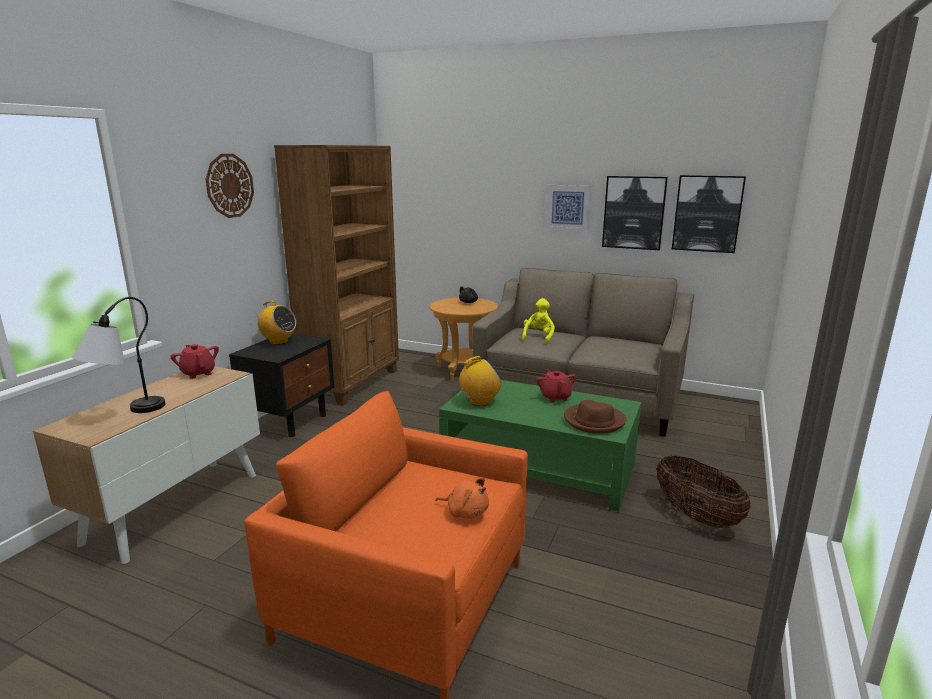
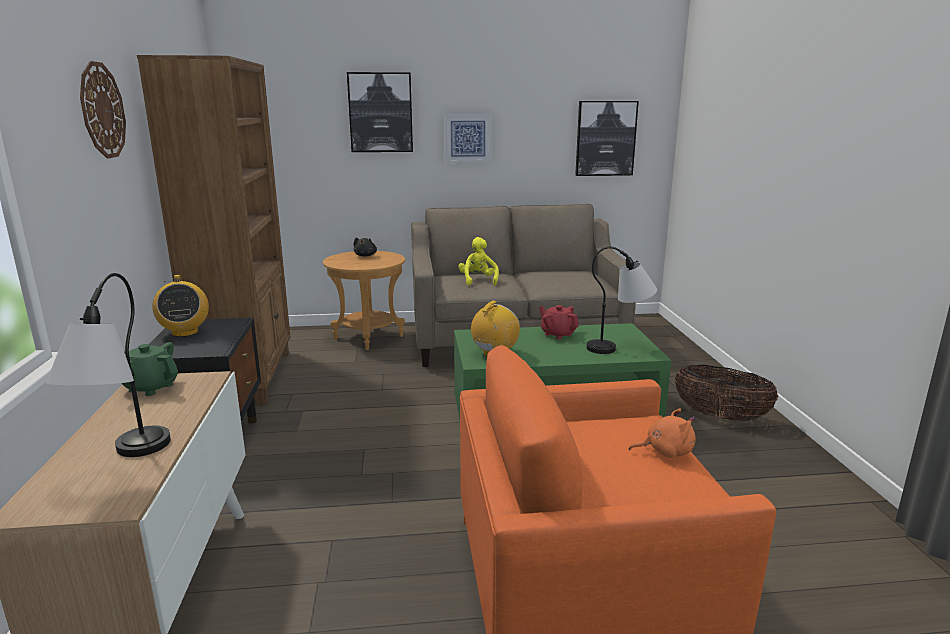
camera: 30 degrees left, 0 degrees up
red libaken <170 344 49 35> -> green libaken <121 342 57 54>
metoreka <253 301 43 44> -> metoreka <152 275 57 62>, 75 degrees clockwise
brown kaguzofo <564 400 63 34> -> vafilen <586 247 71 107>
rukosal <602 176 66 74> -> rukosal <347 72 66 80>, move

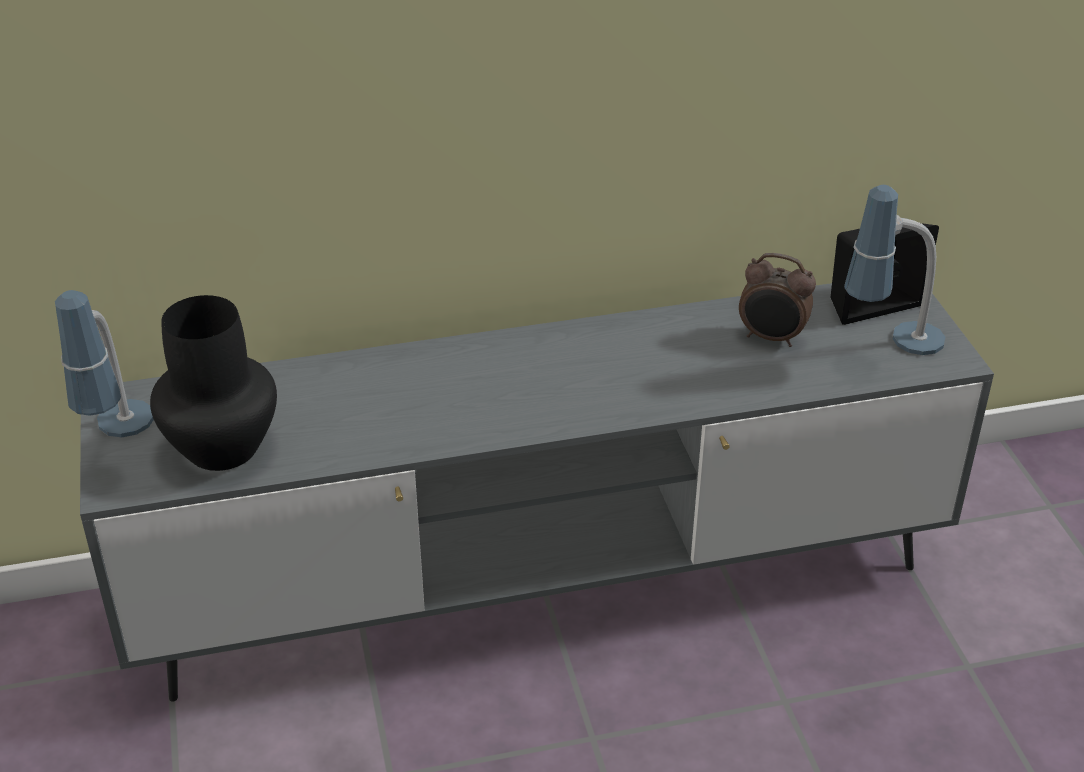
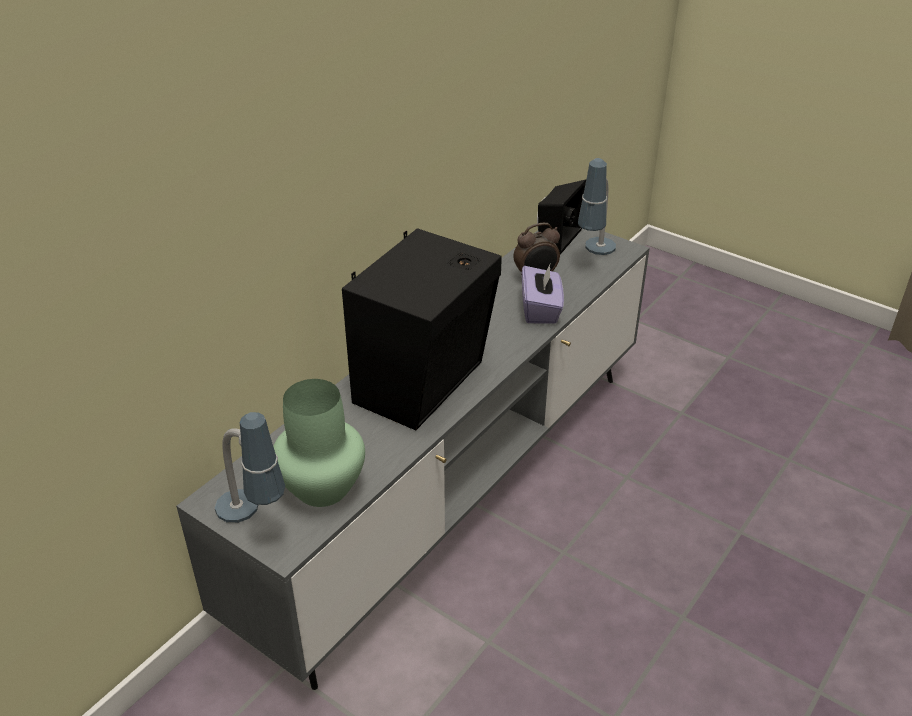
camera: 40 degrees left, 0 degrees up
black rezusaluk <150 295 127 176> -> green rezusaluk <273 379 92 128>
none -> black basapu <342 228 160 202>
none -> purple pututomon <522 265 42 59>

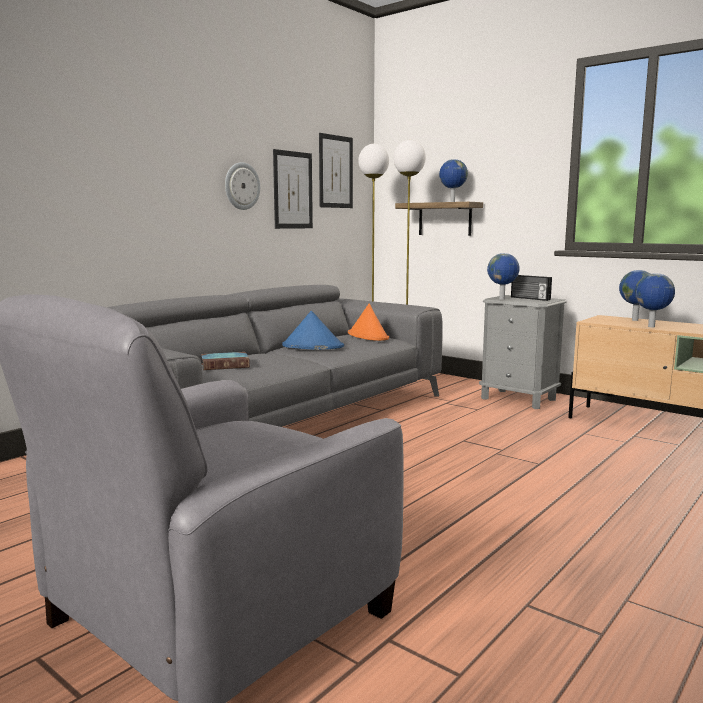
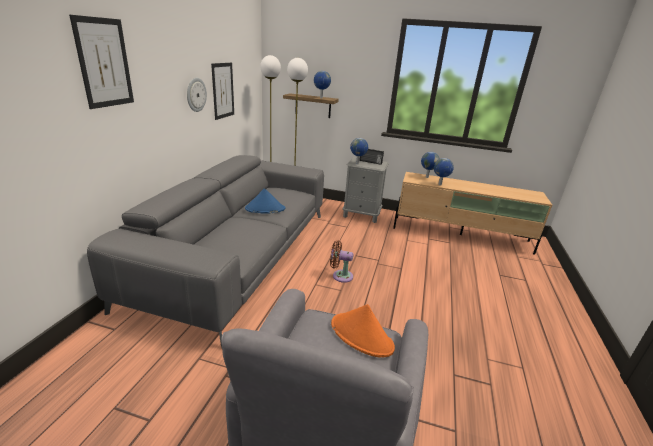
camera: 25 degrees left, 15 degrees up
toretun <201 352 49 18> -> none
rukosal <319 133 34 75> -> rukosal <69 15 65 94>, move
orange kaguzofo <348 303 41 38> -> orange kaguzofo <331 304 64 54>, move
none -> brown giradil <330 241 24 42>

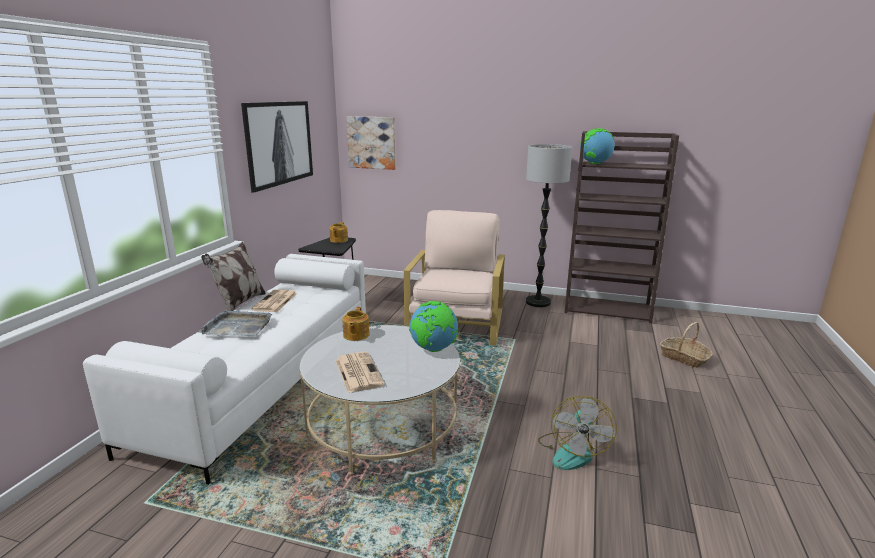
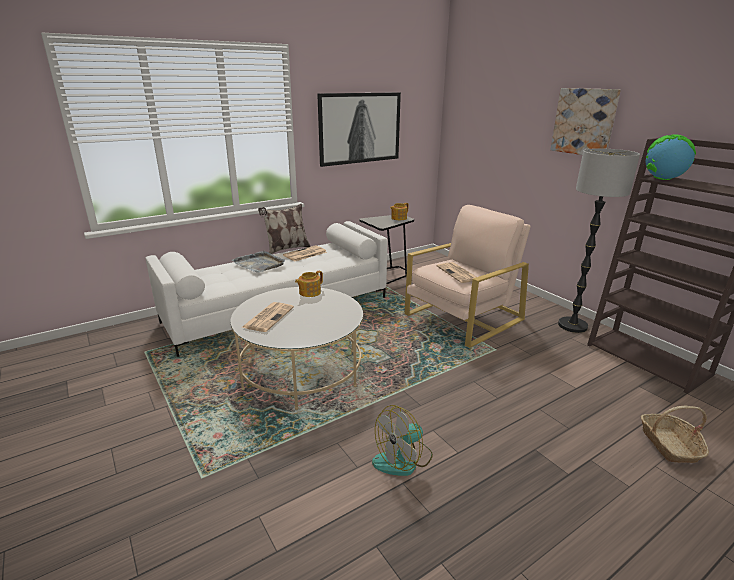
camera: 40 degrees right, 5 degrees up
rukosal <346 116 50 54> -> rukosal <550 88 71 67>, move
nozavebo <409 301 50 51> -> none
none -> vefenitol <437 262 39 21>

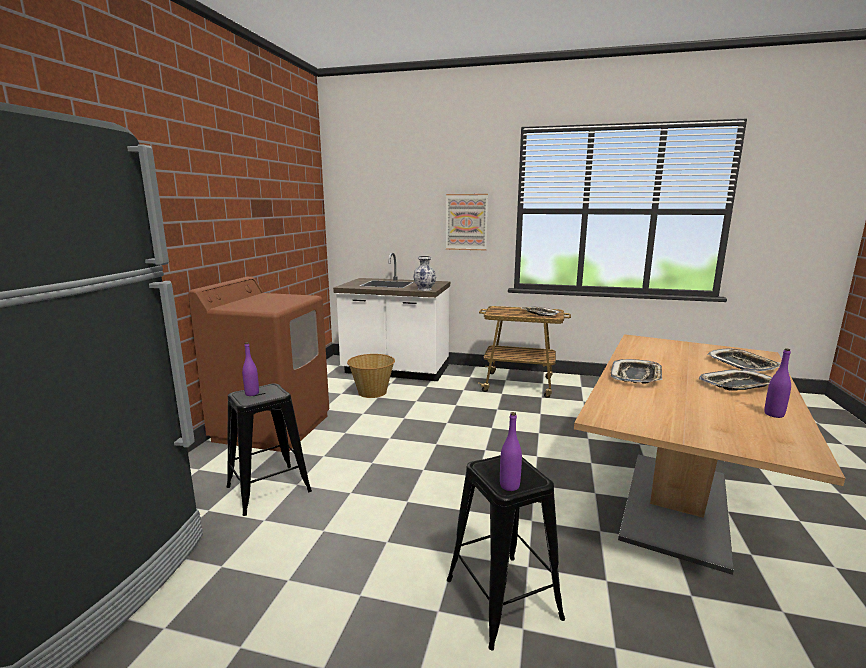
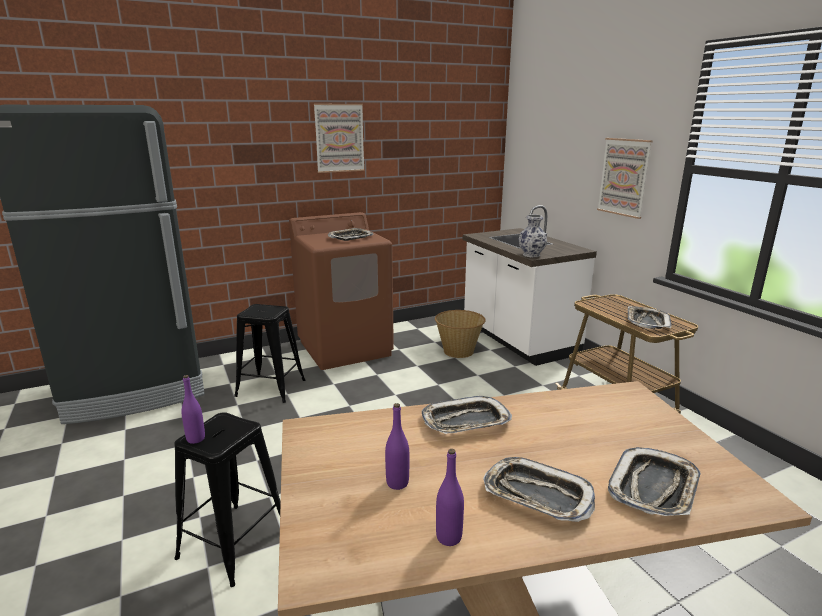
camera: 50 degrees right, 5 degrees up
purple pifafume <242 342 17 54> -> purple pifafume <385 403 24 87>, move
none -> rukosal <314 104 51 69>
none -> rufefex <328 228 45 13>

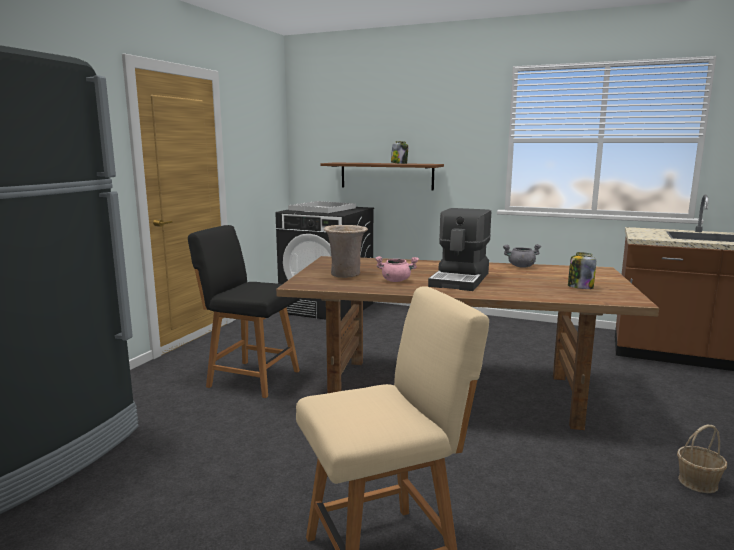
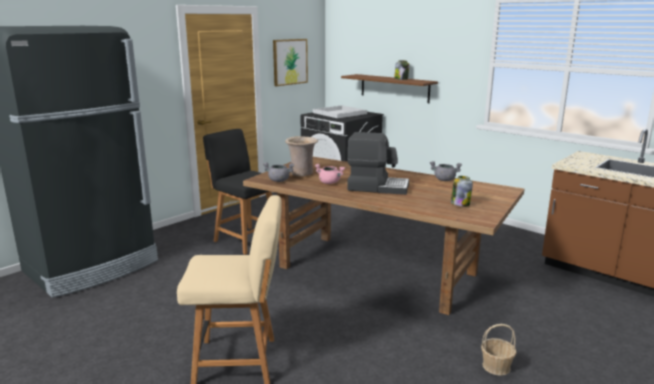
camera: 20 degrees right, 5 degrees up
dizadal <428 208 63 83> -> dizadal <347 132 62 63>, 120 degrees counterclockwise
none -> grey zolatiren <263 162 31 20>
none -> rukosal <273 39 35 47>

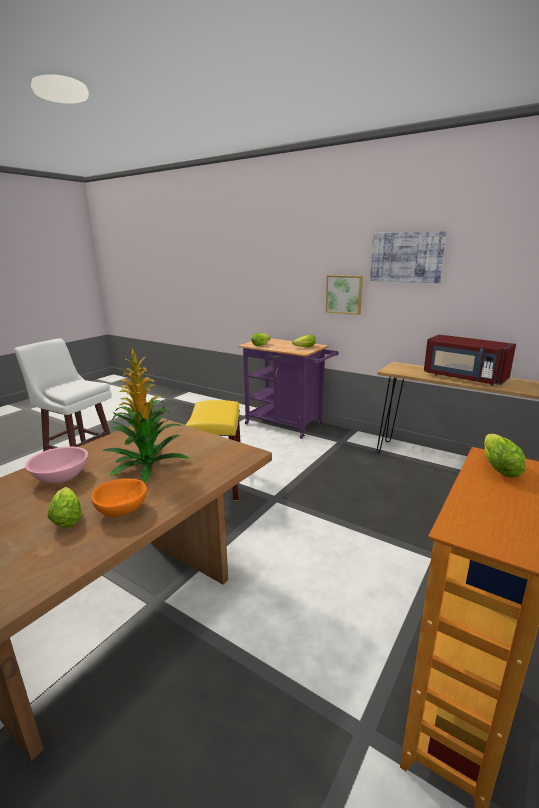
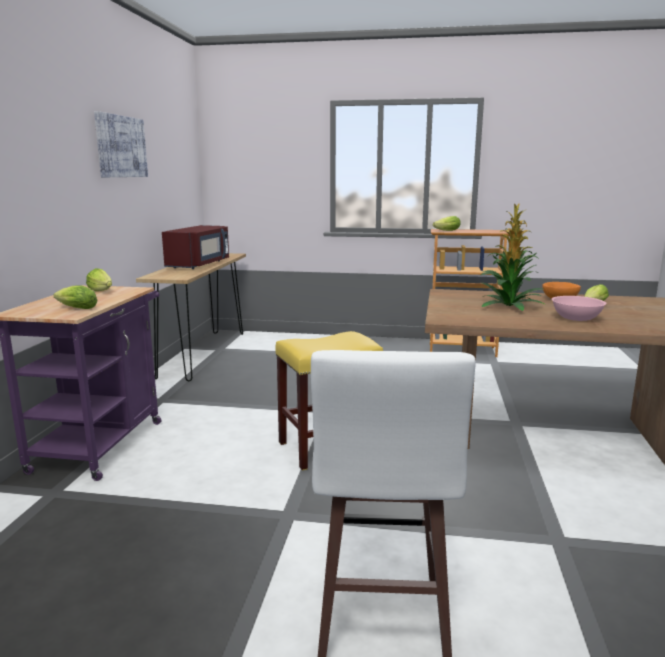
camera: 115 degrees left, 5 degrees down
rukosal <326 275 37 40> -> none

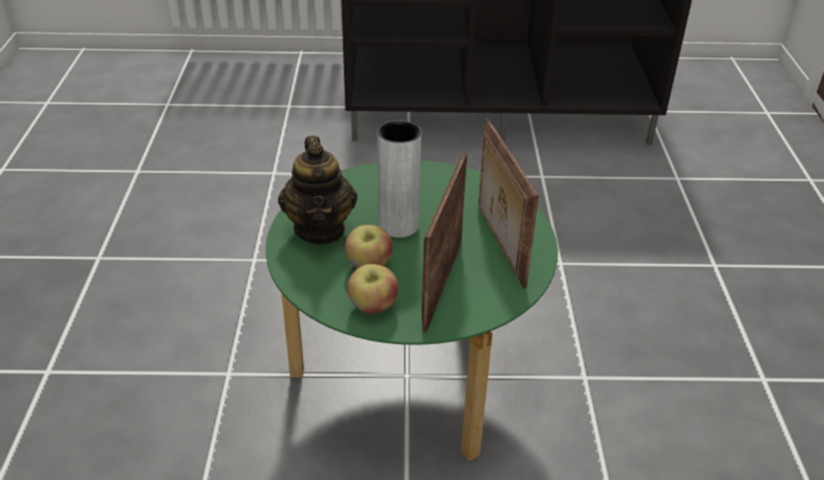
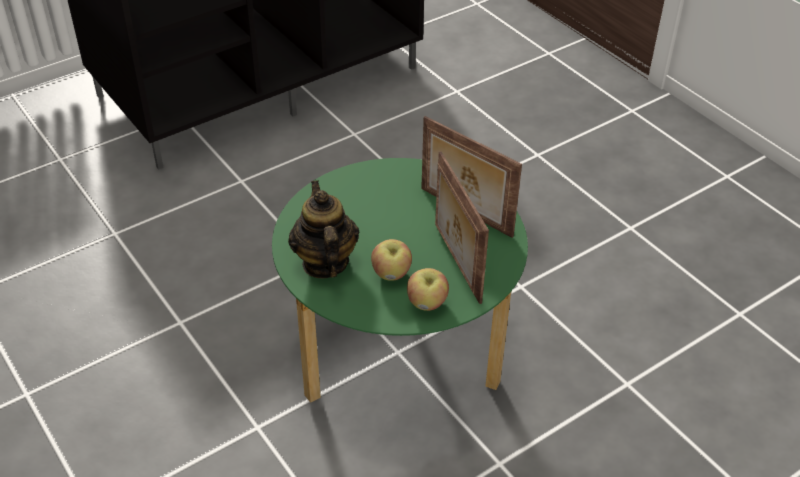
camera: 35 degrees left, 5 degrees up
libaken <278 136 79 109> -> libaken <288 180 71 98>, 150 degrees counterclockwise
grey rezusaluk <377 120 45 118> -> none

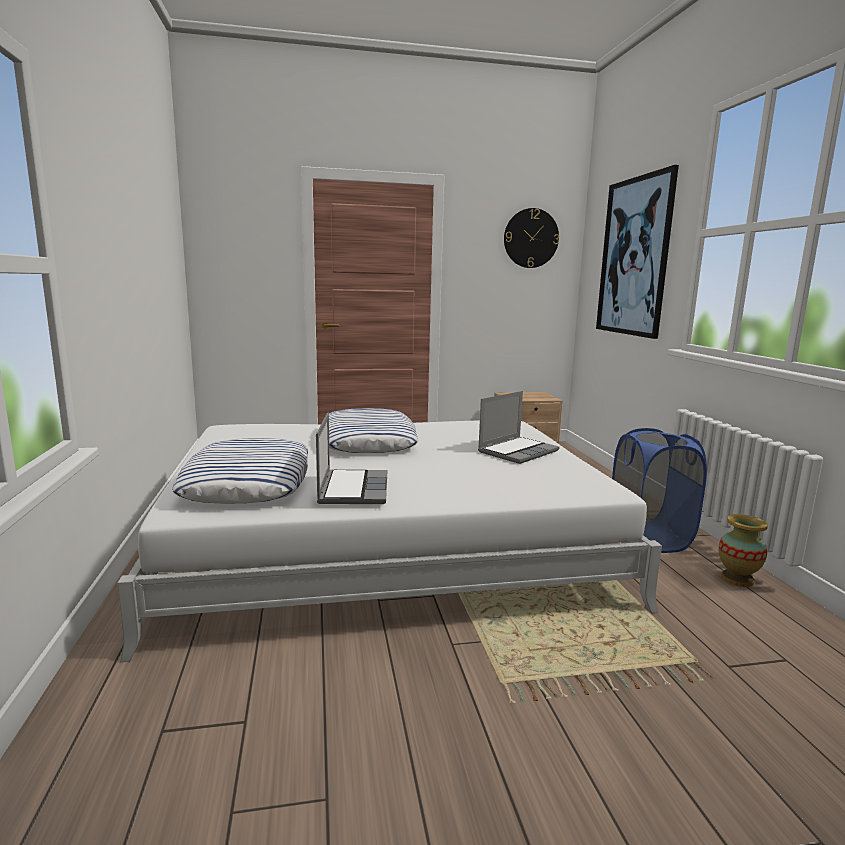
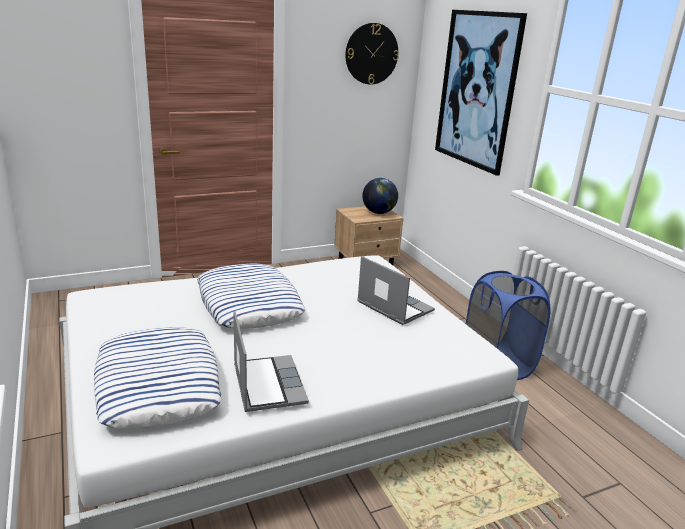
camera: 15 degrees left, 10 degrees up
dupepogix <478 391 82 73> -> dupepogix <357 256 78 69>, 75 degrees counterclockwise
rezusaluk <719 514 49 73> -> none
none -> nozavebo <362 178 36 36>

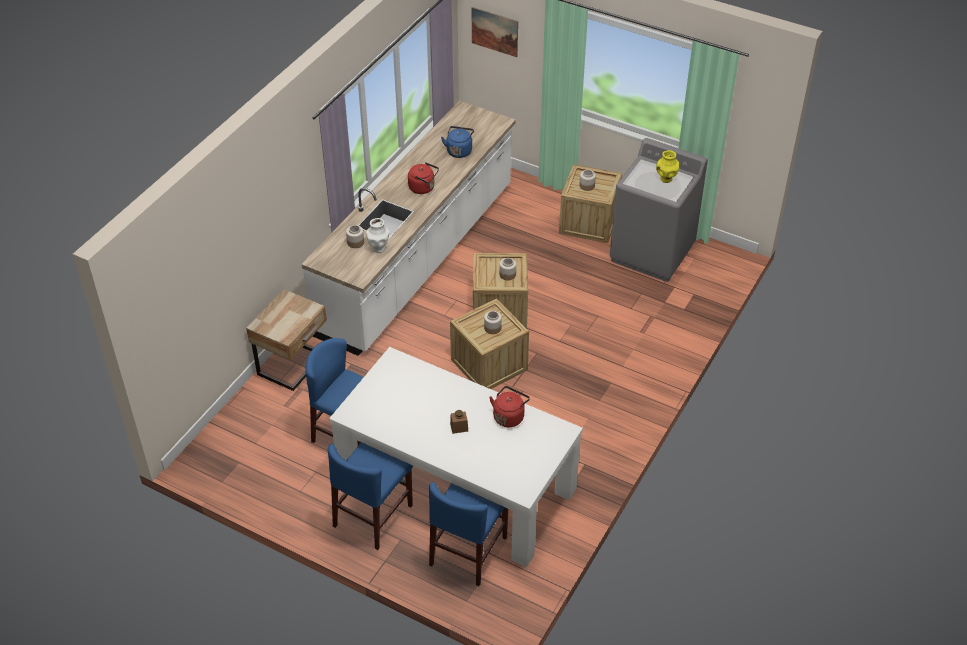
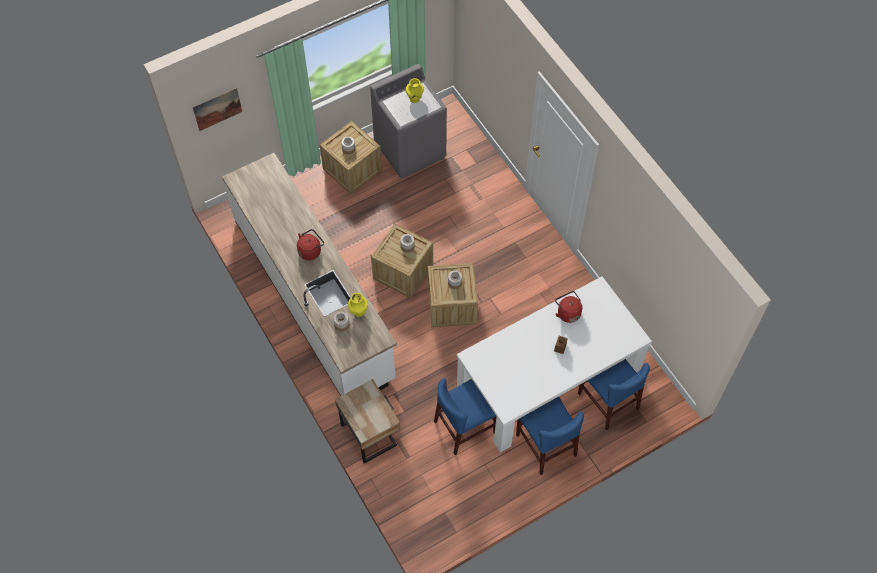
camera: 60 degrees left, 15 degrees up
white rezusaluk <366 218 24 35> -> yellow rezusaluk <348 293 20 24>
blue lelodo <441 126 33 32> -> none

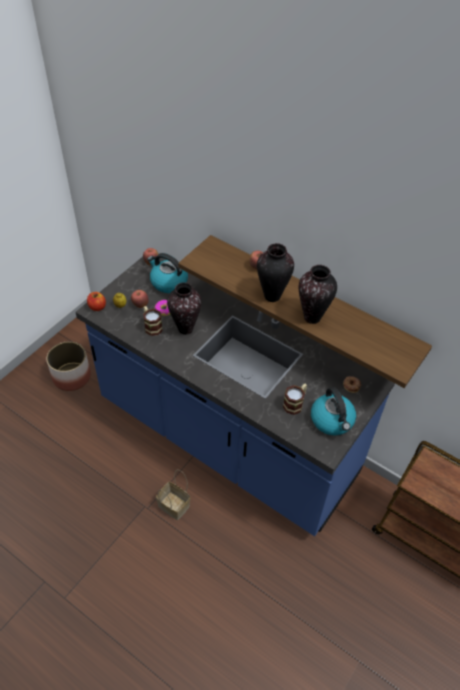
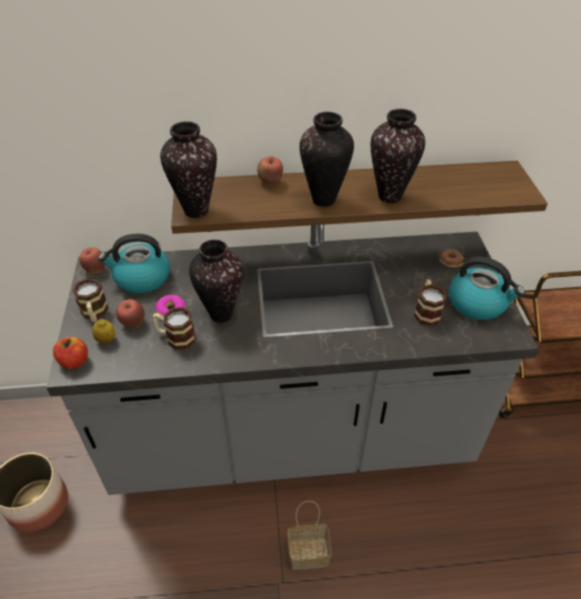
camera: 40 degrees left, 5 degrees down
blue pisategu <76 257 319 279> -> grey pisategu <46 225 493 270>
none -> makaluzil <72 278 36 44>
none -> rezusaluk <160 121 57 97>

